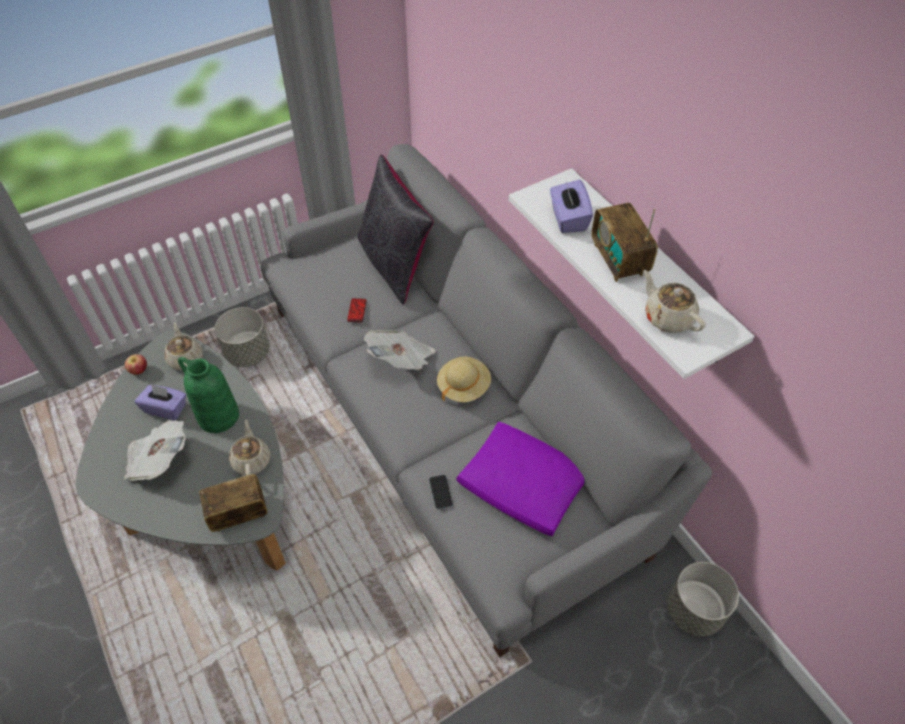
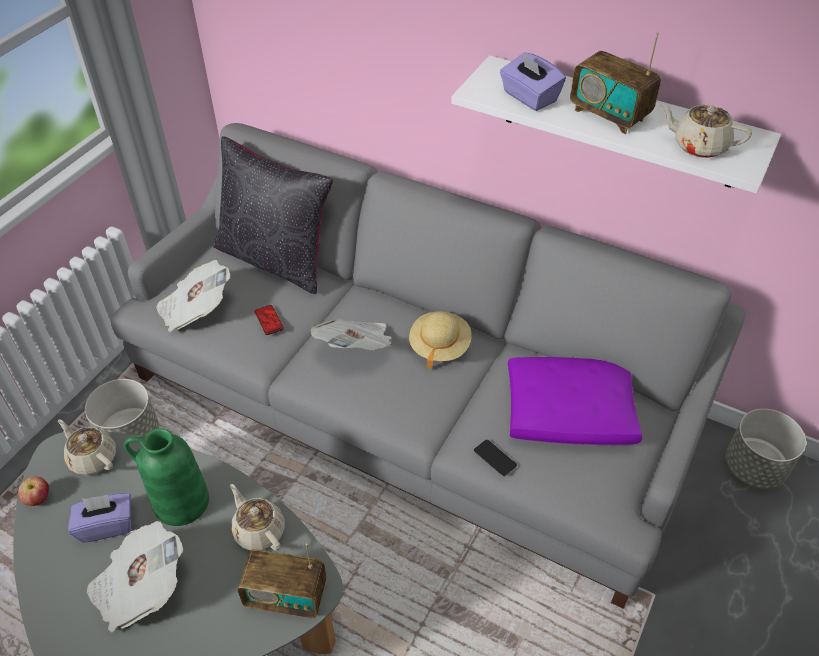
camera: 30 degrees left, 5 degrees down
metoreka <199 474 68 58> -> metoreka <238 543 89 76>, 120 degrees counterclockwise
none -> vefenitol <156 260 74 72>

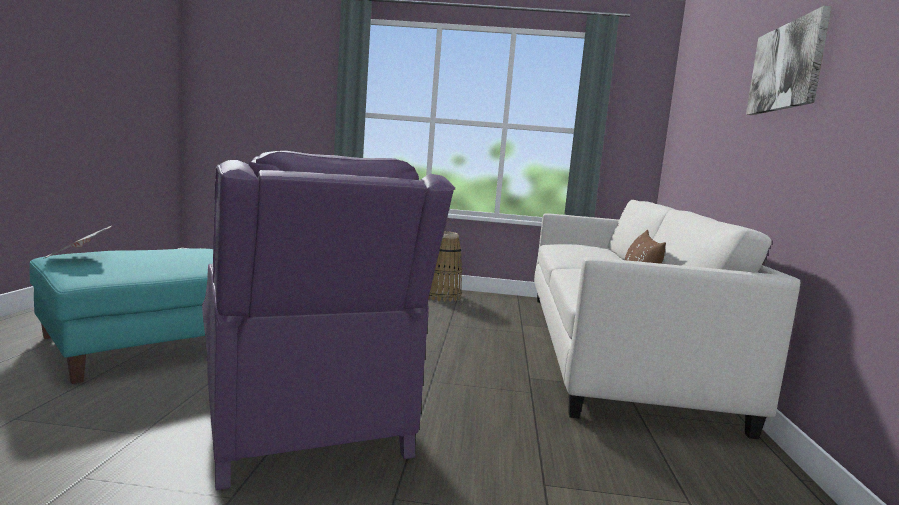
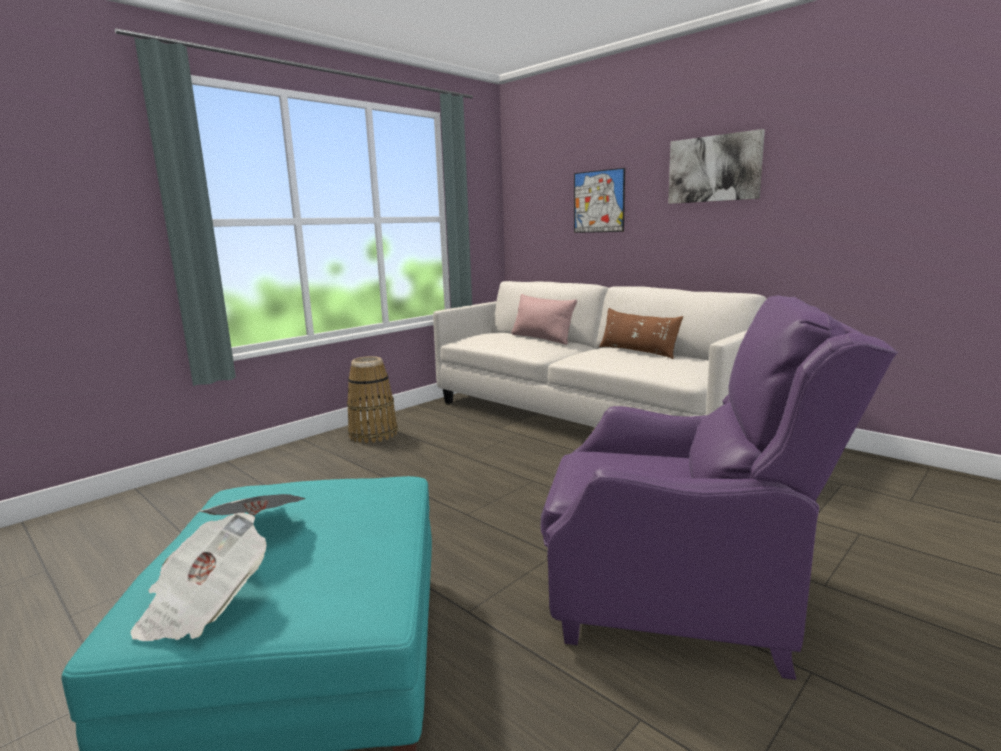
camera: 50 degrees left, 5 degrees up
none -> vefenitol <196 494 109 21>
none -> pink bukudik <511 294 66 51>
none -> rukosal <574 168 51 65>

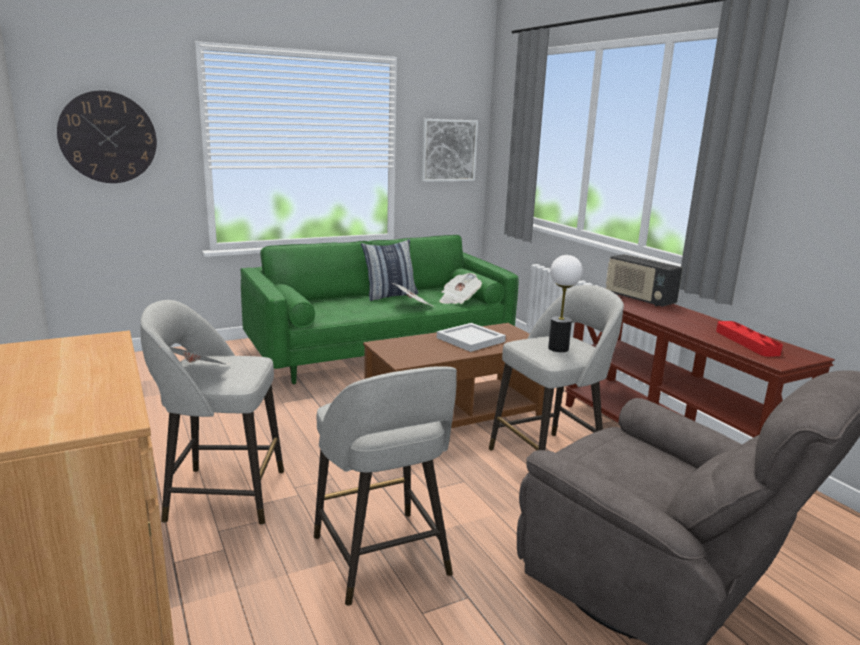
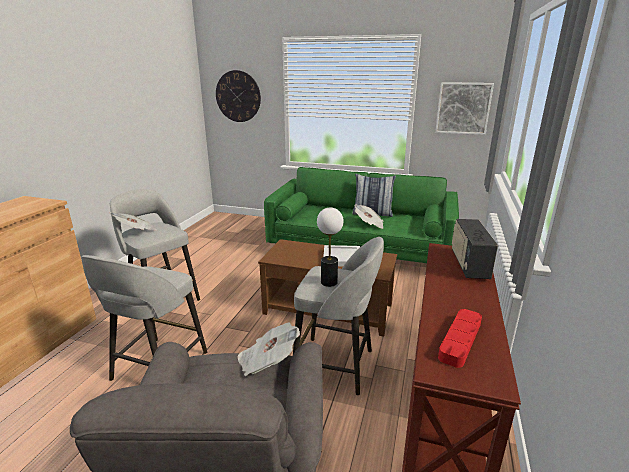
camera: 45 degrees right, 5 degrees up
vefenitol <440 273 42 31> -> vefenitol <237 322 63 54>, move

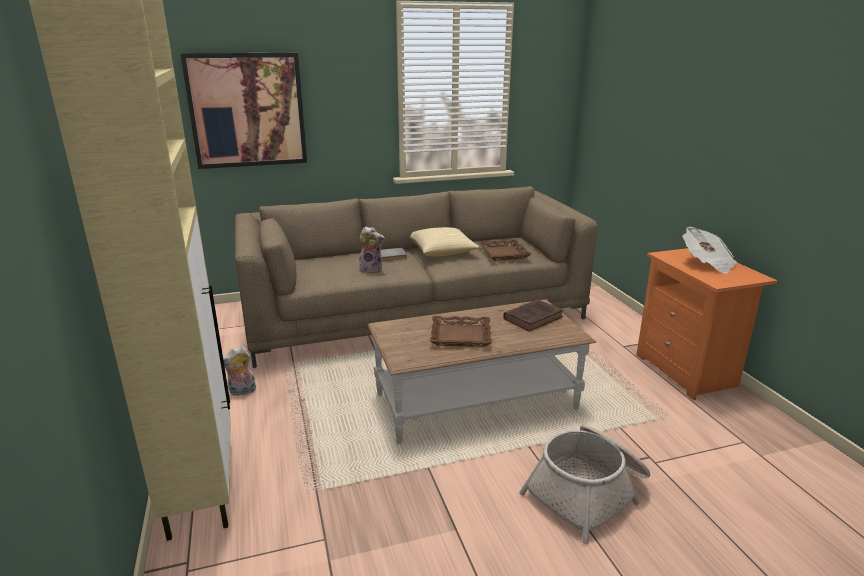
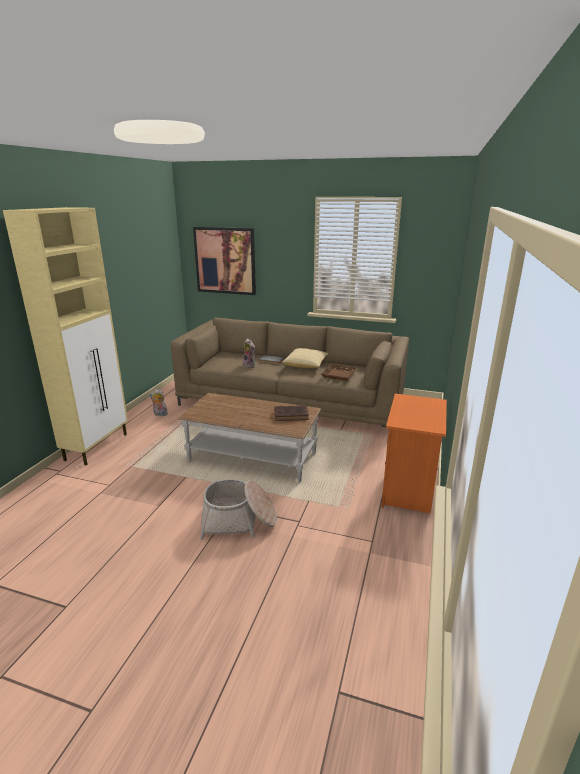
camera: 35 degrees right, 0 degrees up
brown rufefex <430 316 62 31> -> none
vefenitol <683 227 54 47> -> none

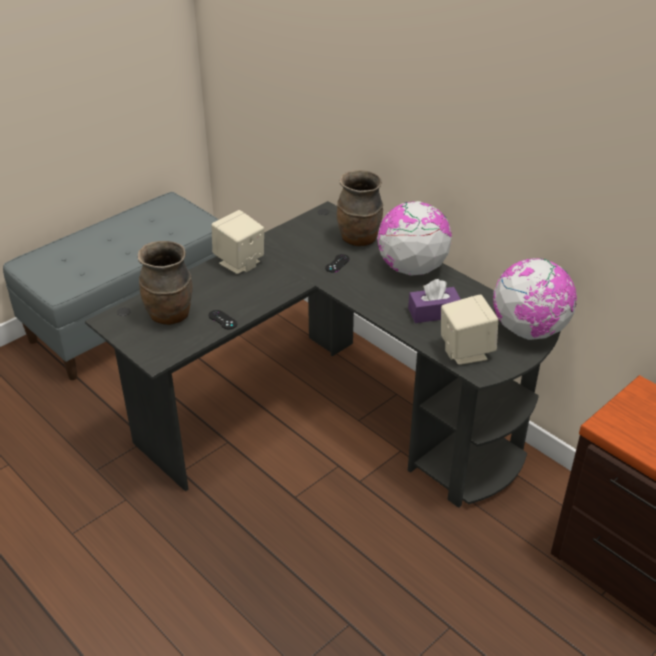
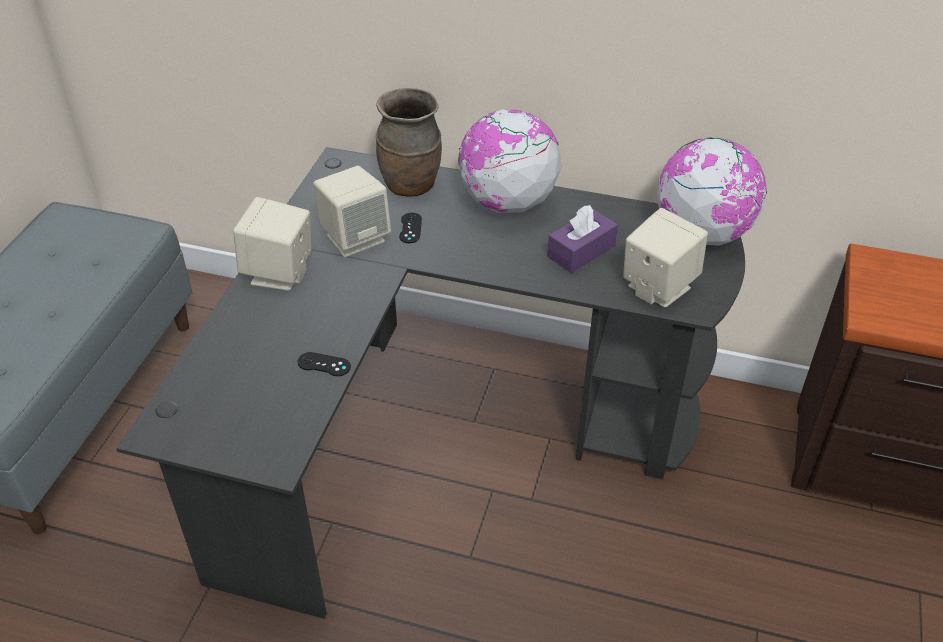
camera: 30 degrees left, 5 degrees up
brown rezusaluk <138 241 54 84> -> none
none -> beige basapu <313 166 78 91>

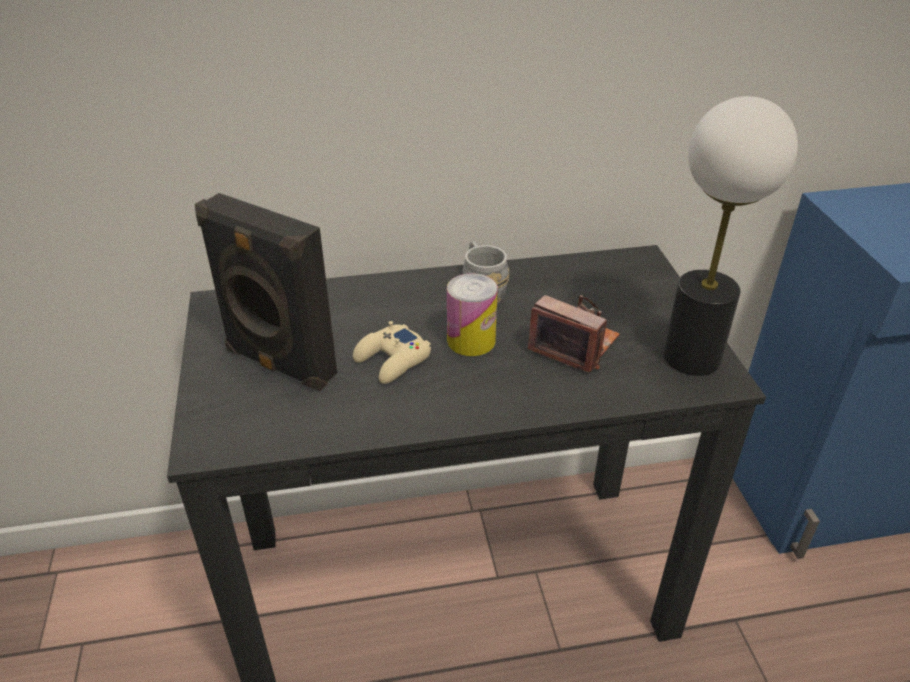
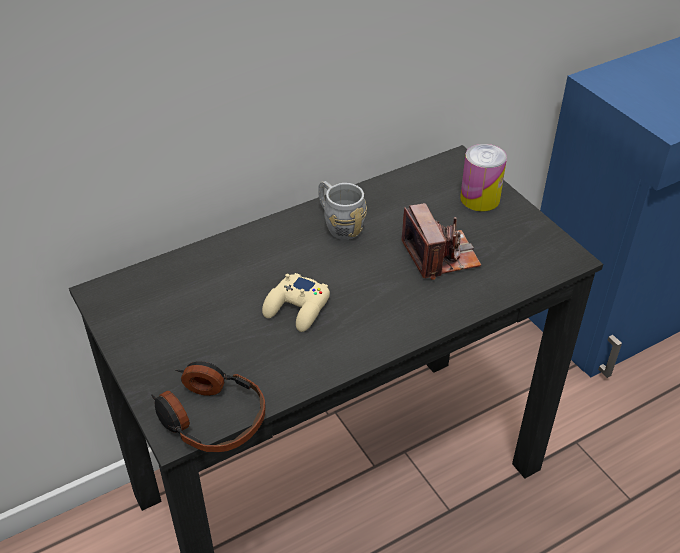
camera: 20 degrees left, 5 degrees up
black basapu <195 193 142 198> -> none
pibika <447 273 51 83> -> pibika <460 144 47 68>, move
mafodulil <528 295 92 78> -> mafodulil <401 203 80 77>, 60 degrees clockwise
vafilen <664 96 134 280> -> none
none -> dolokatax <151 361 114 91>

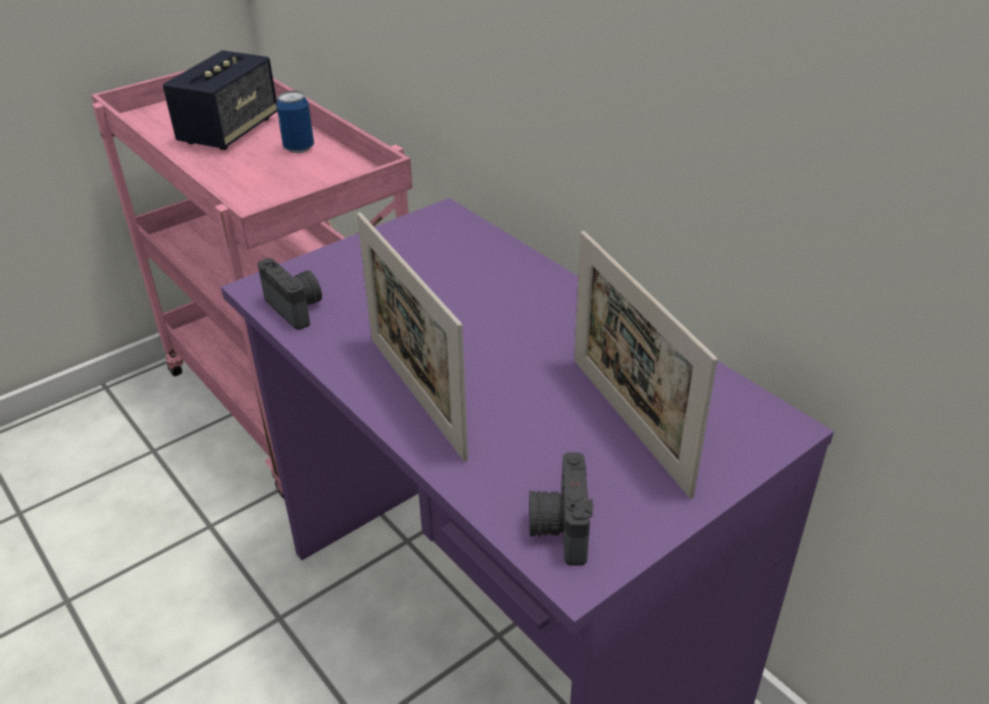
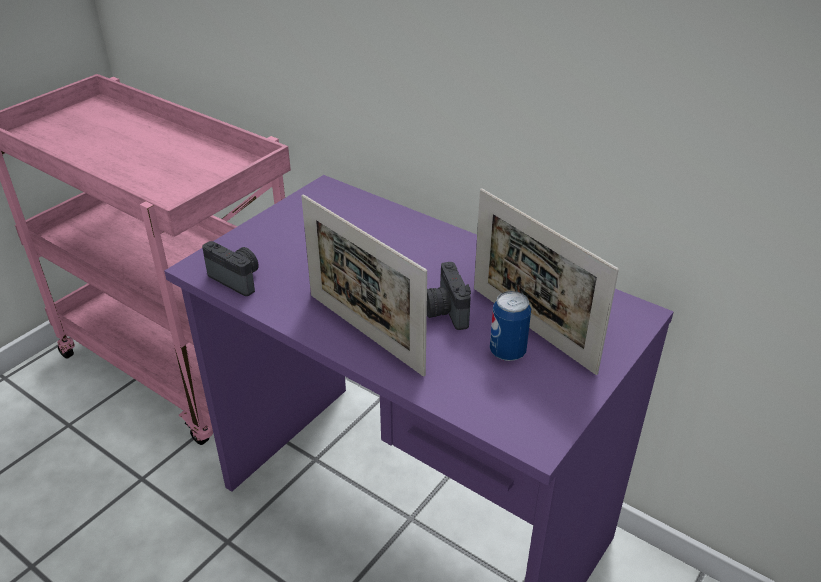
camera: 15 degrees left, 0 degrees up
basapu <163 50 114 100> -> none
pibika <276 91 38 62> -> pibika <490 291 41 70>, move
mafodulil <529 453 64 112> -> mafodulil <427 262 44 68>, move

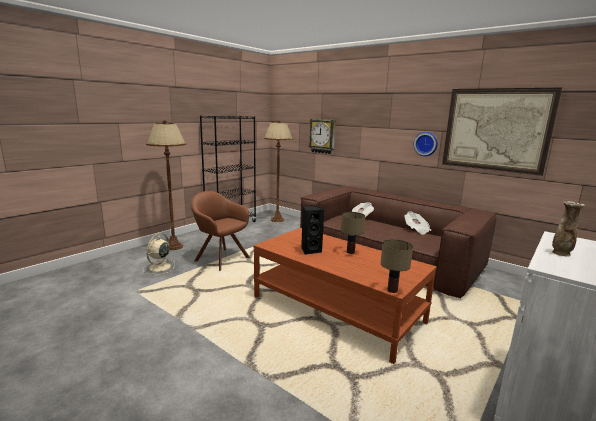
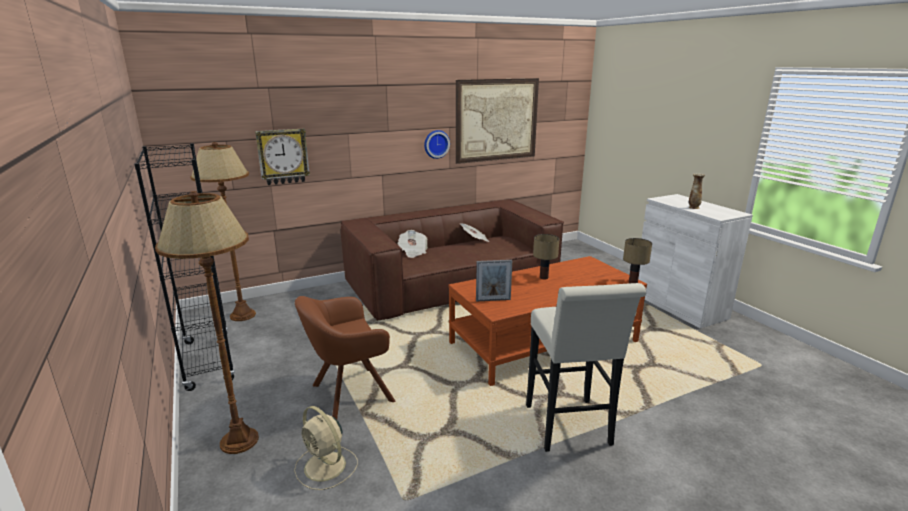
camera: 65 degrees left, 5 degrees up
black basapu <301 205 23 50> -> none
none -> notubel <476 260 36 42>
none -> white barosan <526 283 120 169>

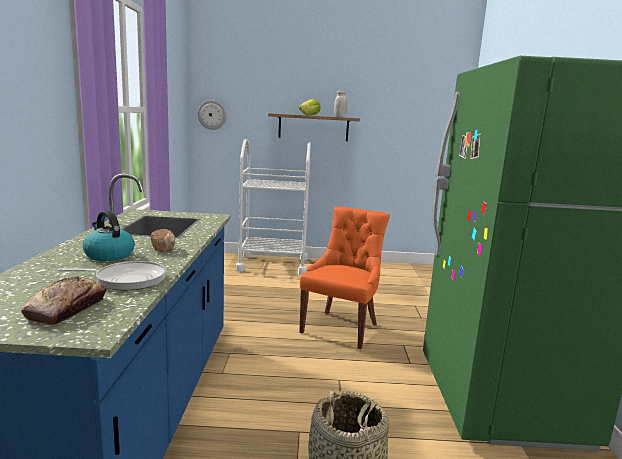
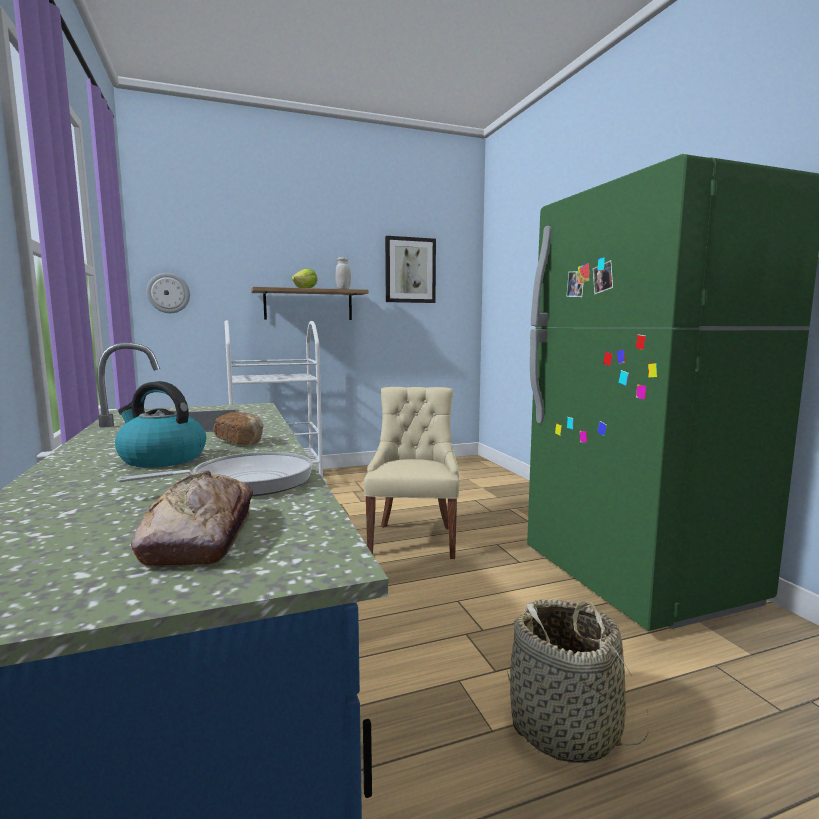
camera: 20 degrees left, 5 degrees down
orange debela <299 206 91 143> -> beige debela <364 387 95 172>
none -> rukosal <385 236 51 67>

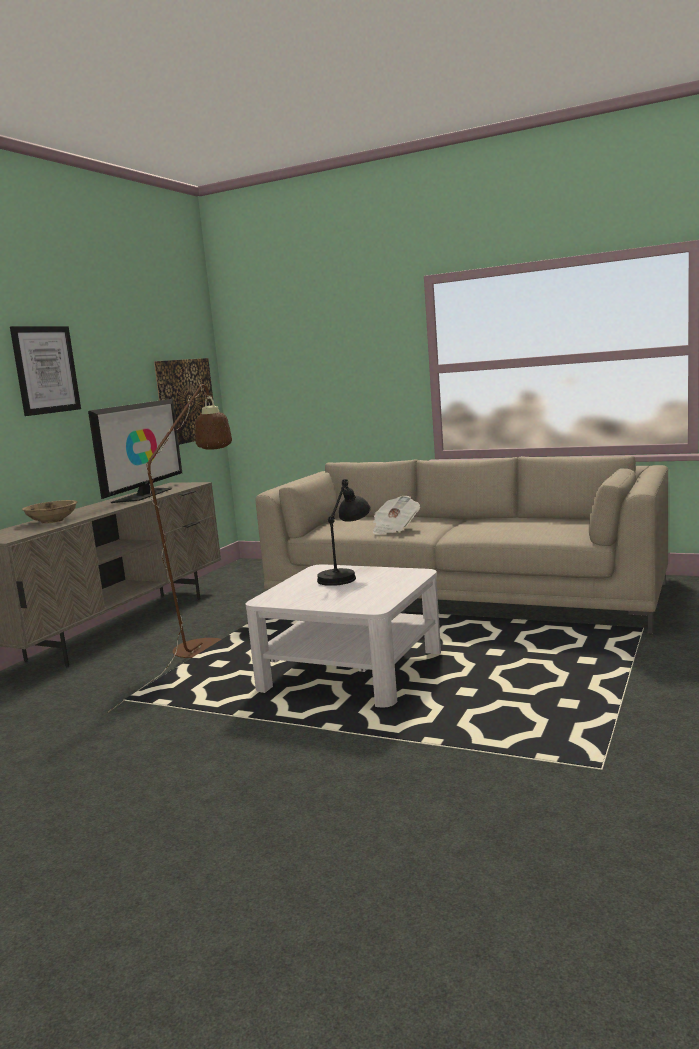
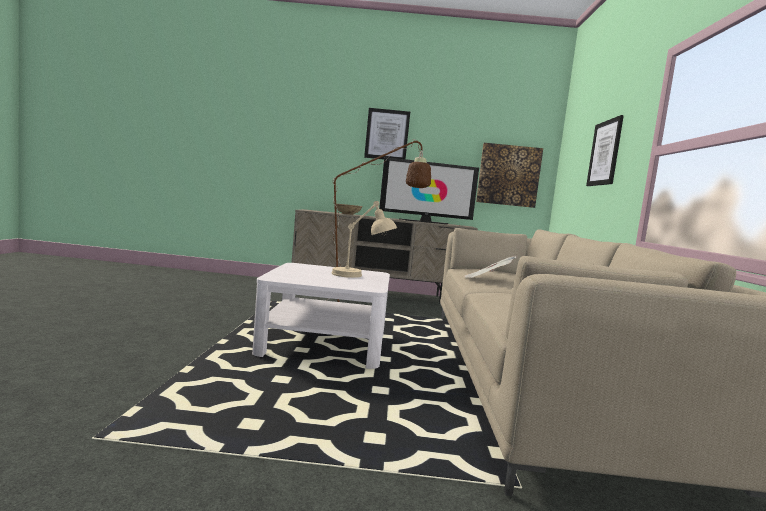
camera: 65 degrees right, 5 degrees down
black vafilen <317 479 54 107> -> beige vafilen <331 201 66 77>
none -> rukosal <586 115 38 71>

